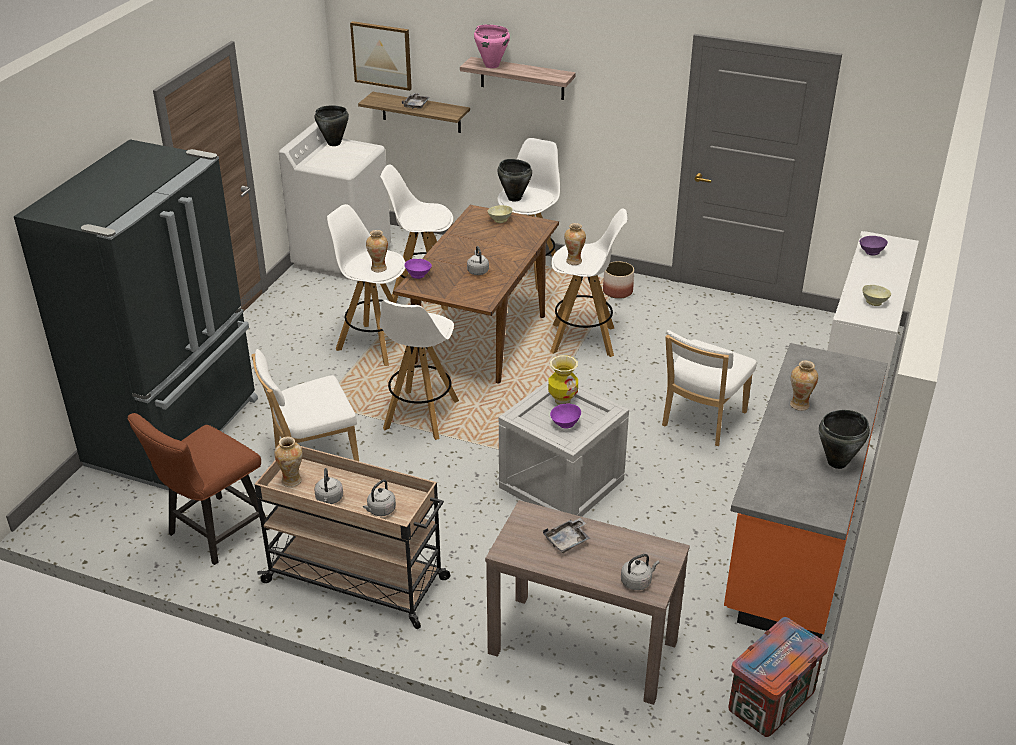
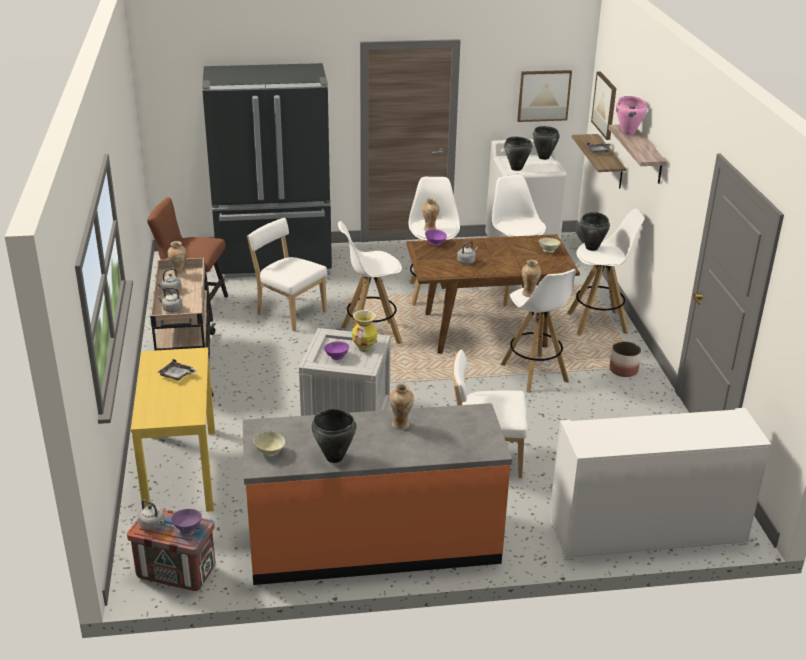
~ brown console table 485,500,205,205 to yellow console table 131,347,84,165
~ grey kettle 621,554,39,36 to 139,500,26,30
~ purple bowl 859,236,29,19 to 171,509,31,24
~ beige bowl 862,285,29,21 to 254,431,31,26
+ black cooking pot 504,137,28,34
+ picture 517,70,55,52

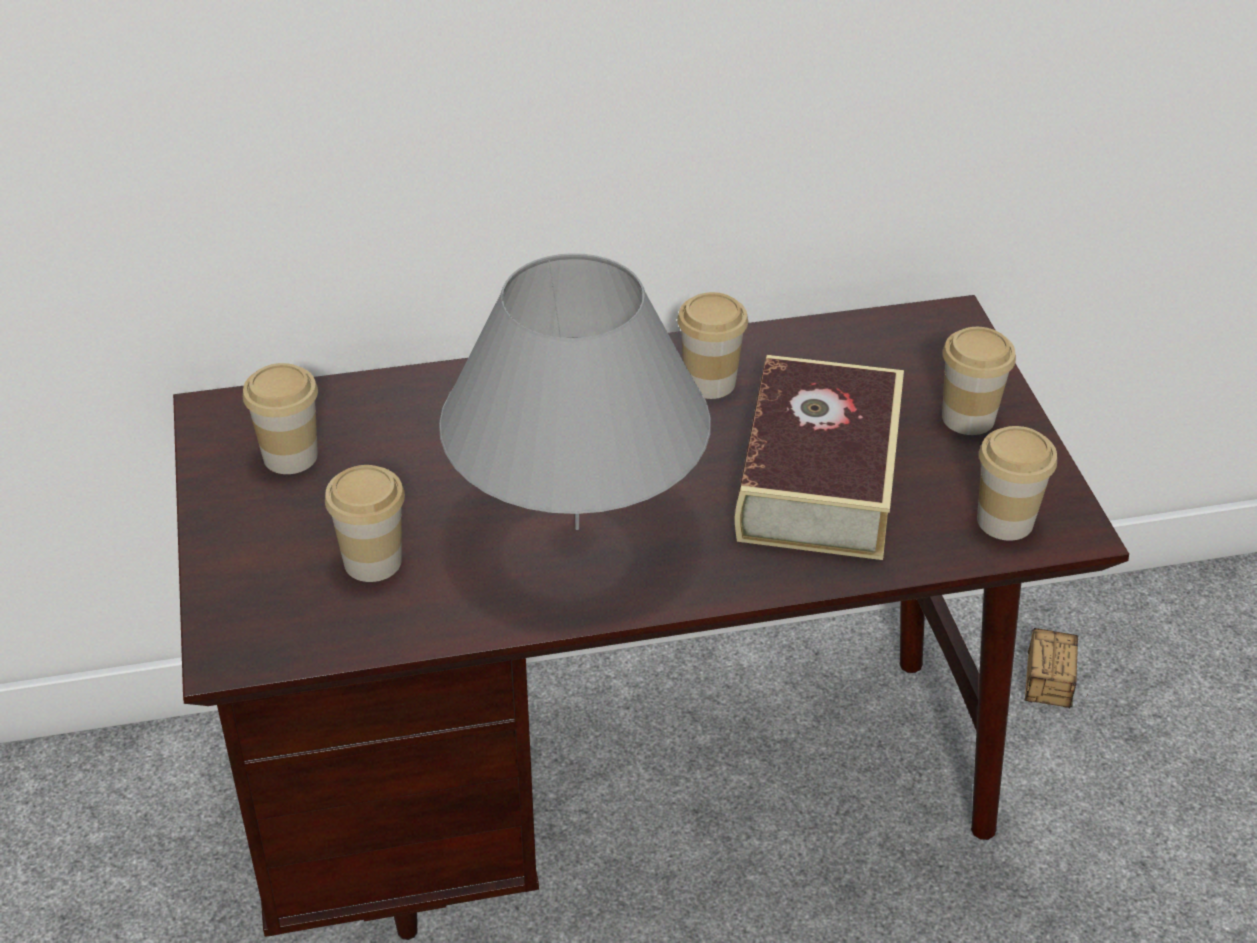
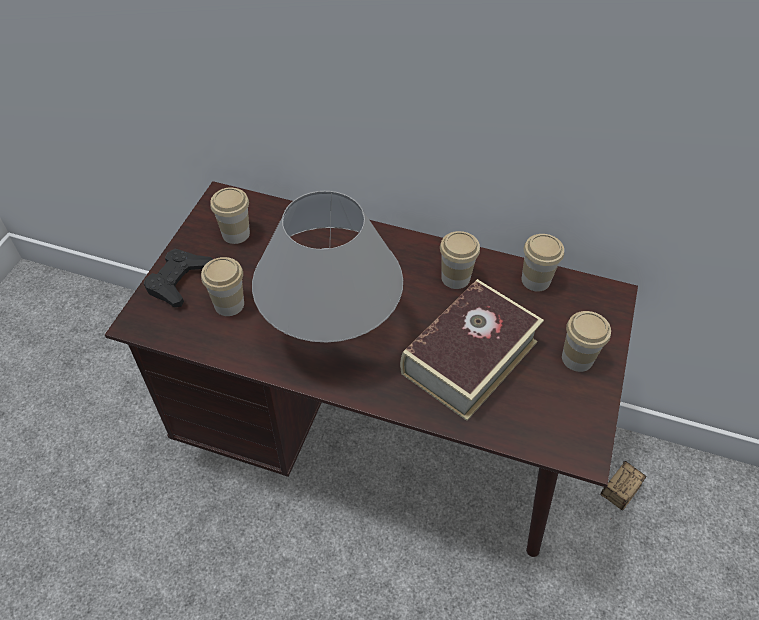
~ cup 977,426,80,115 to 522,234,42,57
+ black game controller 144,249,69,58

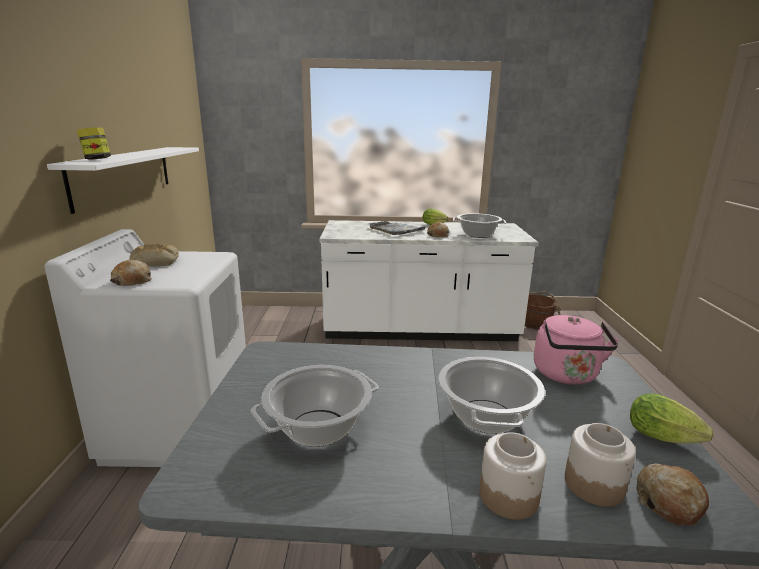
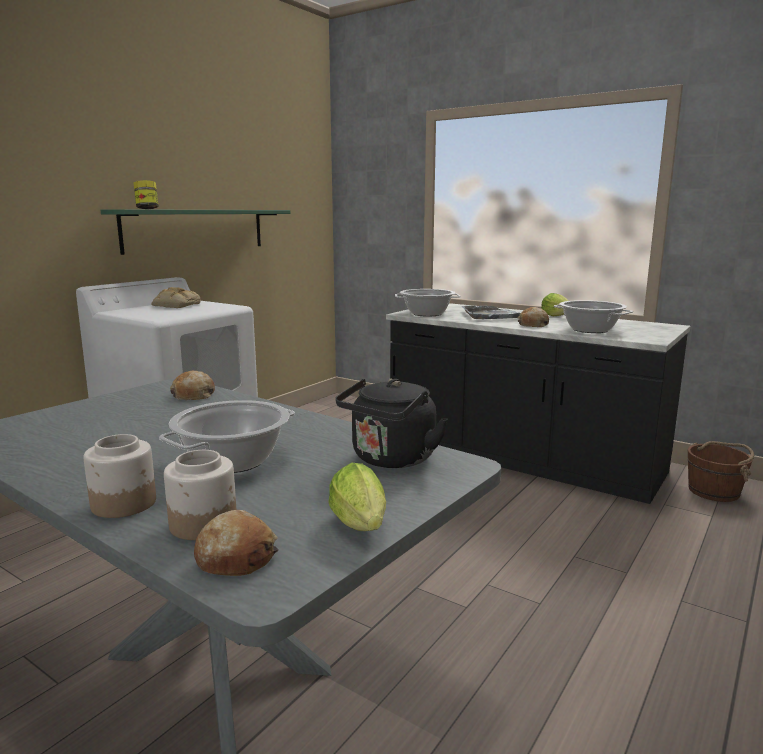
~ white shelf 47,147,152,67 to green shelf 101,209,190,46
~ bread 110,260,42,26 to 170,371,45,29
~ cooking pot 251,365,128,82 to 395,289,66,27
~ white counter 319,220,220,121 to black counter 386,303,304,201
~ pink kettle 534,315,84,70 to black kettle 335,378,113,90

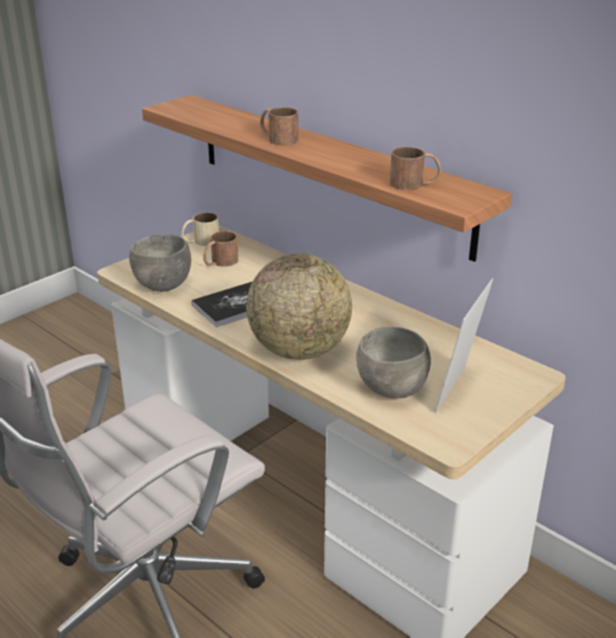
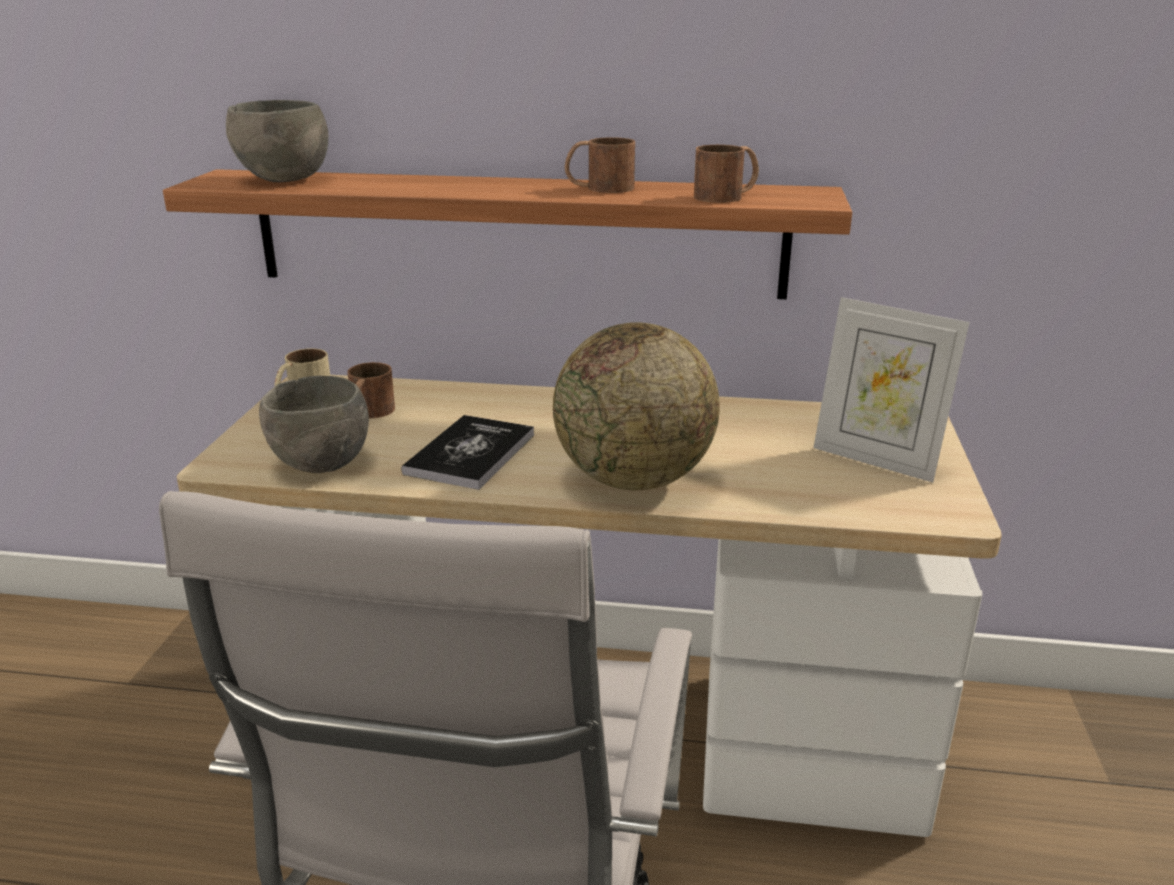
~ brown mug 260,107,38,38 to 565,137,70,56
~ grey bowl 356,327,75,71 to 226,100,102,82
~ picture frame 435,278,58,135 = 813,297,156,186 45 degrees counterclockwise

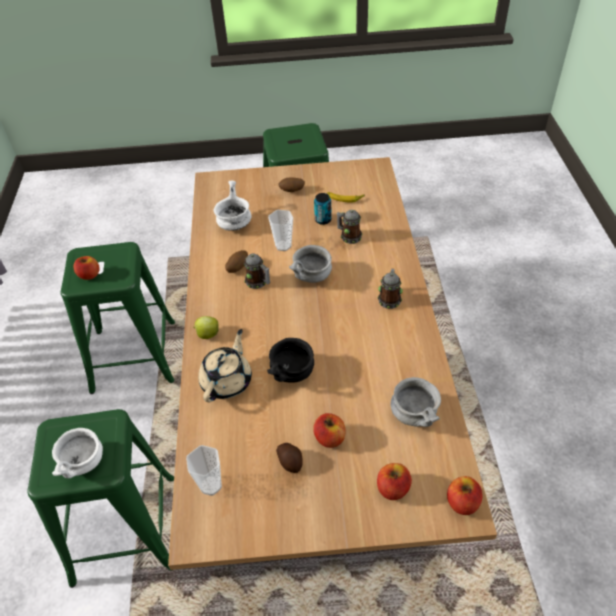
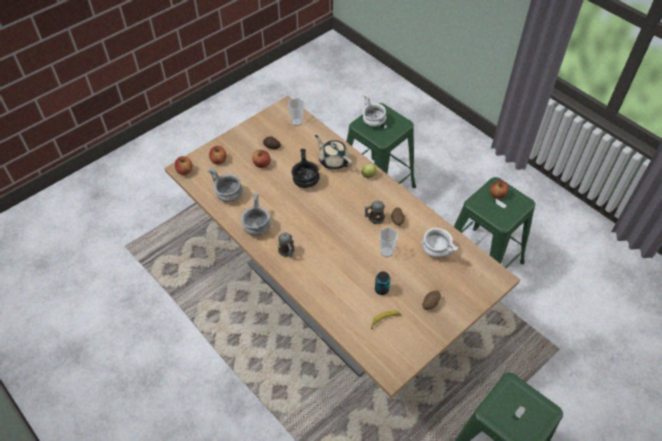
~ beige teapot 198,329,54,73 = 315,135,37,35 150 degrees clockwise
~ grey bowl 289,245,43,38 to 241,193,30,43
- mug 337,210,25,34

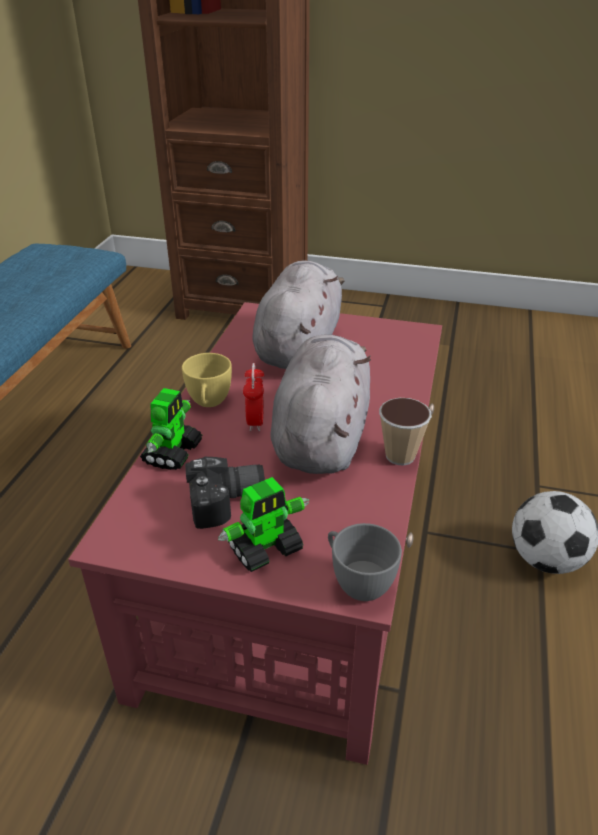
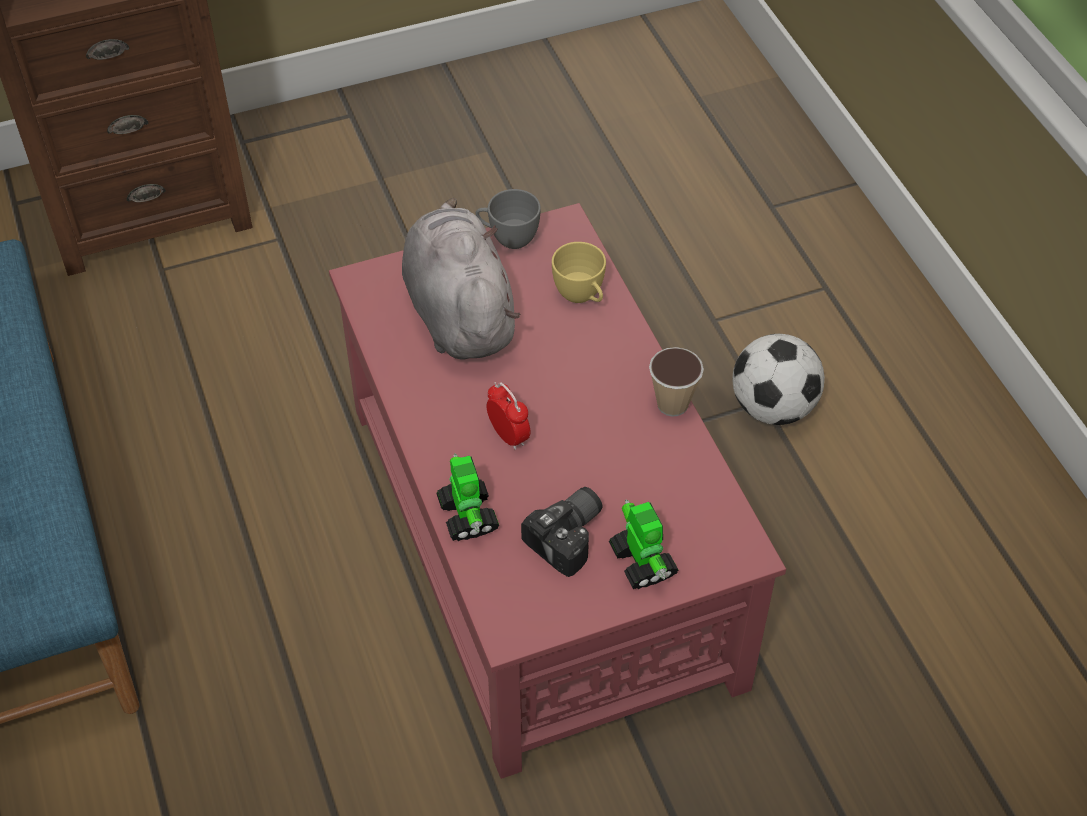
~ yellow cup 182,353,50,54 to 552,242,54,61
~ toy robot 218,477,91,95 = 609,499,70,90 45 degrees counterclockwise
- grey plush toy 270,334,101,140
~ grey cup 328,523,74,78 to 475,189,66,60

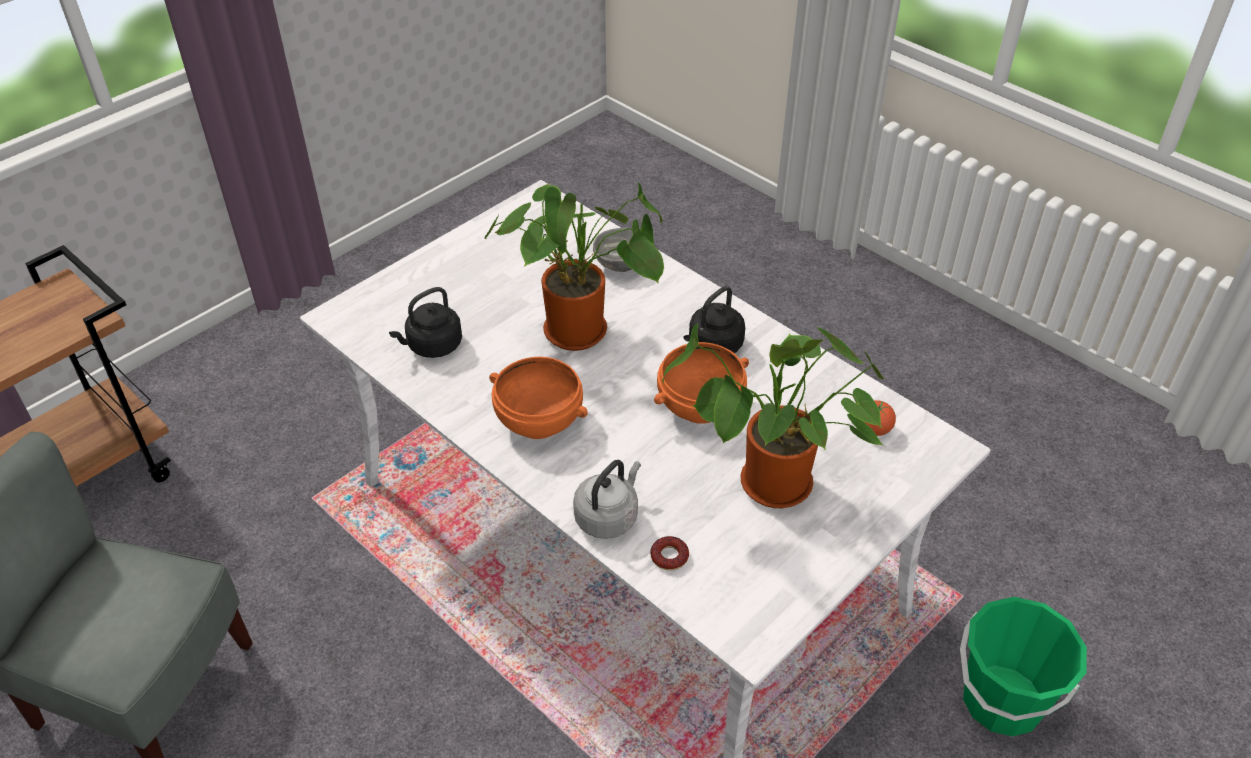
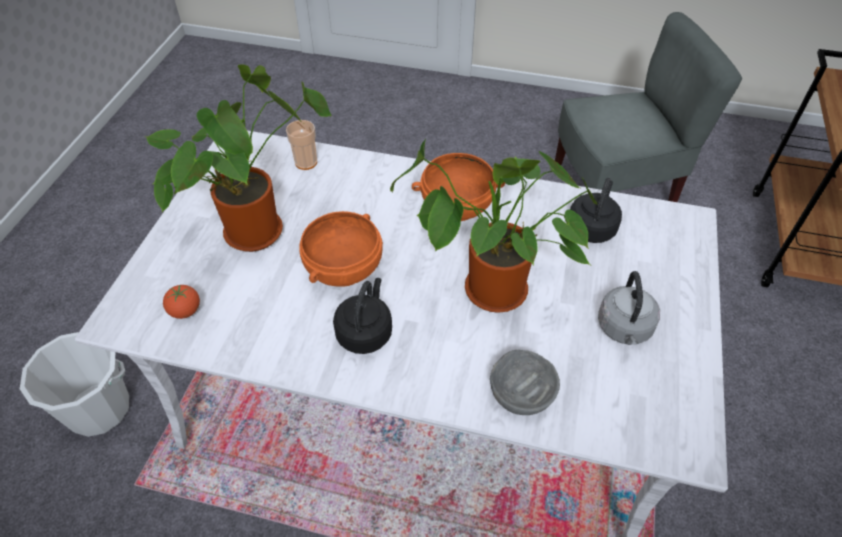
~ grey kettle 573,460,68,79 to 598,271,62,74
~ donut 650,536,39,35 to cup 286,120,31,50
~ green bucket 960,597,127,139 to white bucket 20,332,109,105

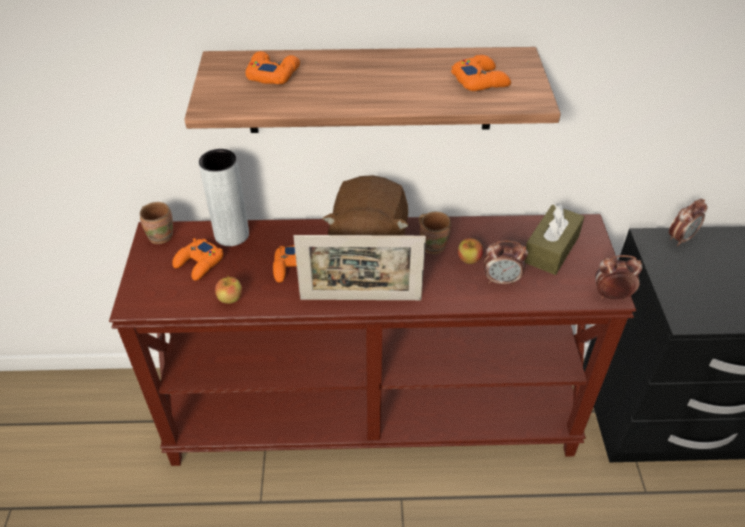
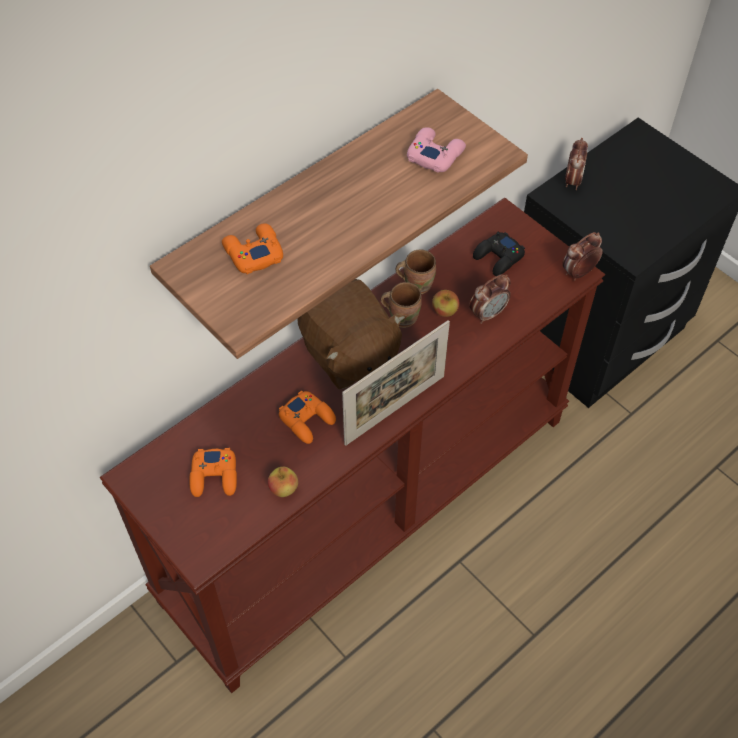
~ brown mug 140,202,33,42 to 396,249,40,45
- grey vase 199,149,50,97
~ orange game controller 451,55,60,36 to pink game controller 407,127,59,46
~ brown tissue box 524,203,60,72 to black game controller 473,232,52,44

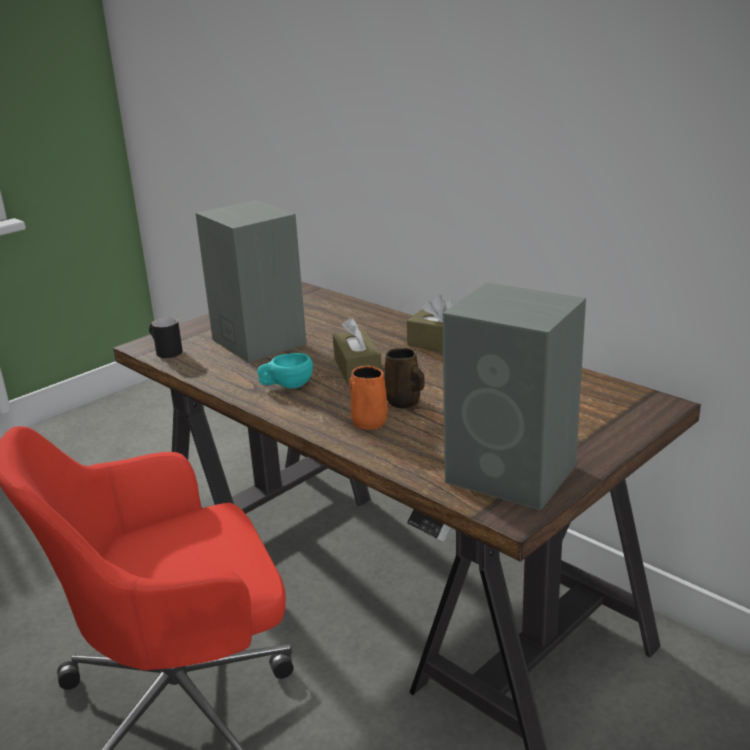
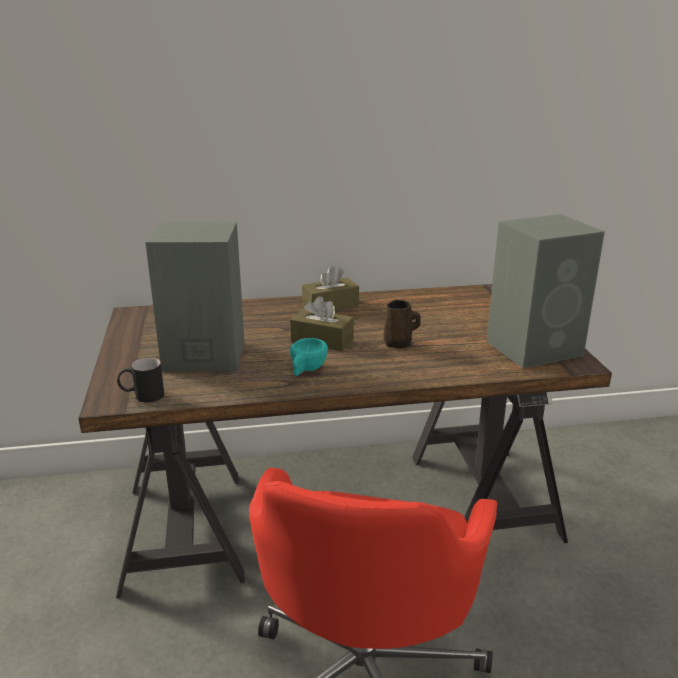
- orange mug 349,365,39,65

